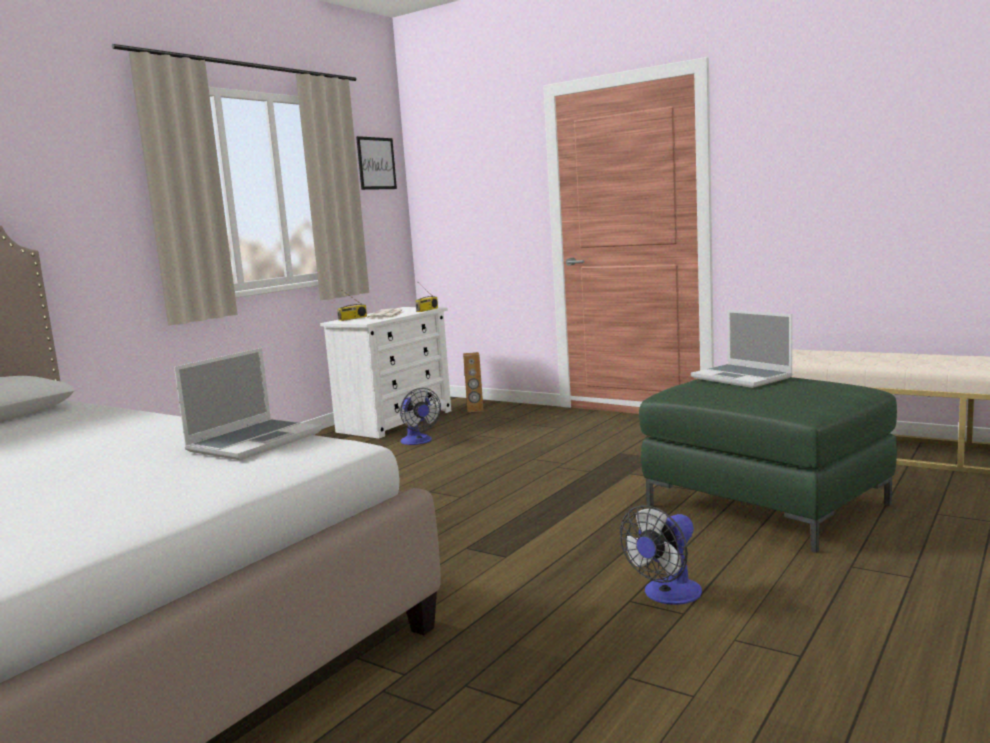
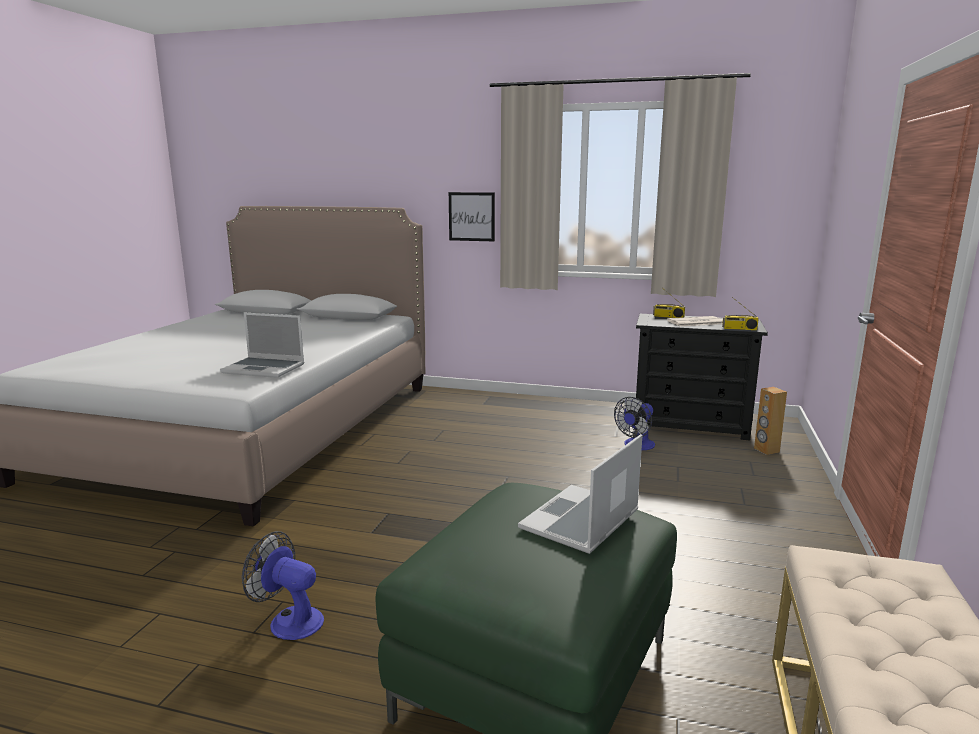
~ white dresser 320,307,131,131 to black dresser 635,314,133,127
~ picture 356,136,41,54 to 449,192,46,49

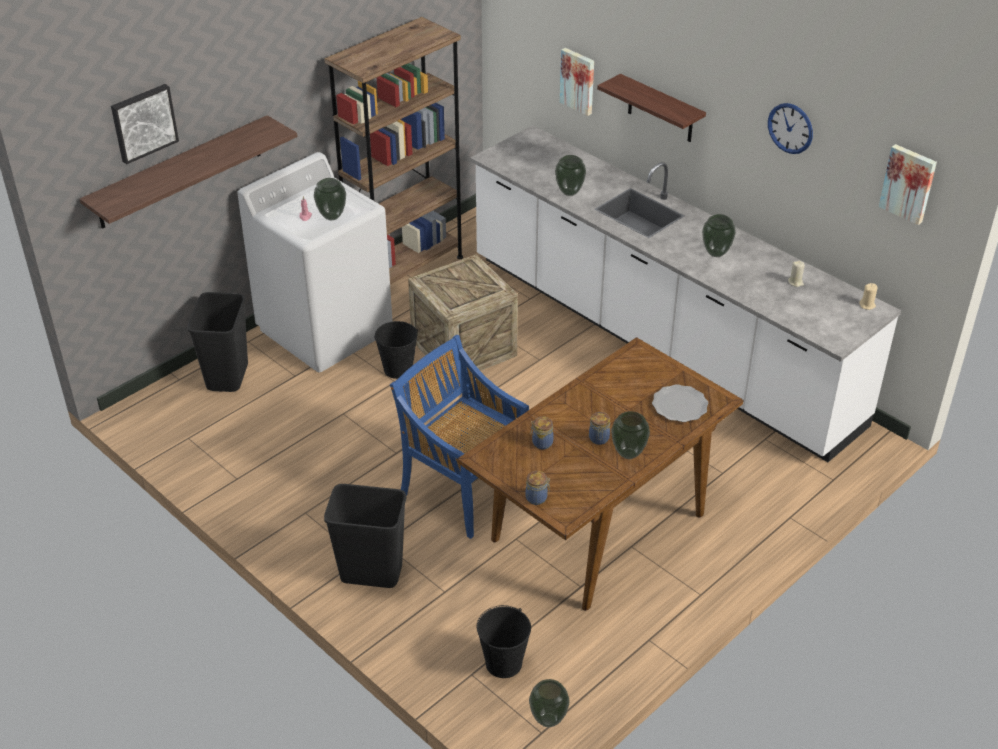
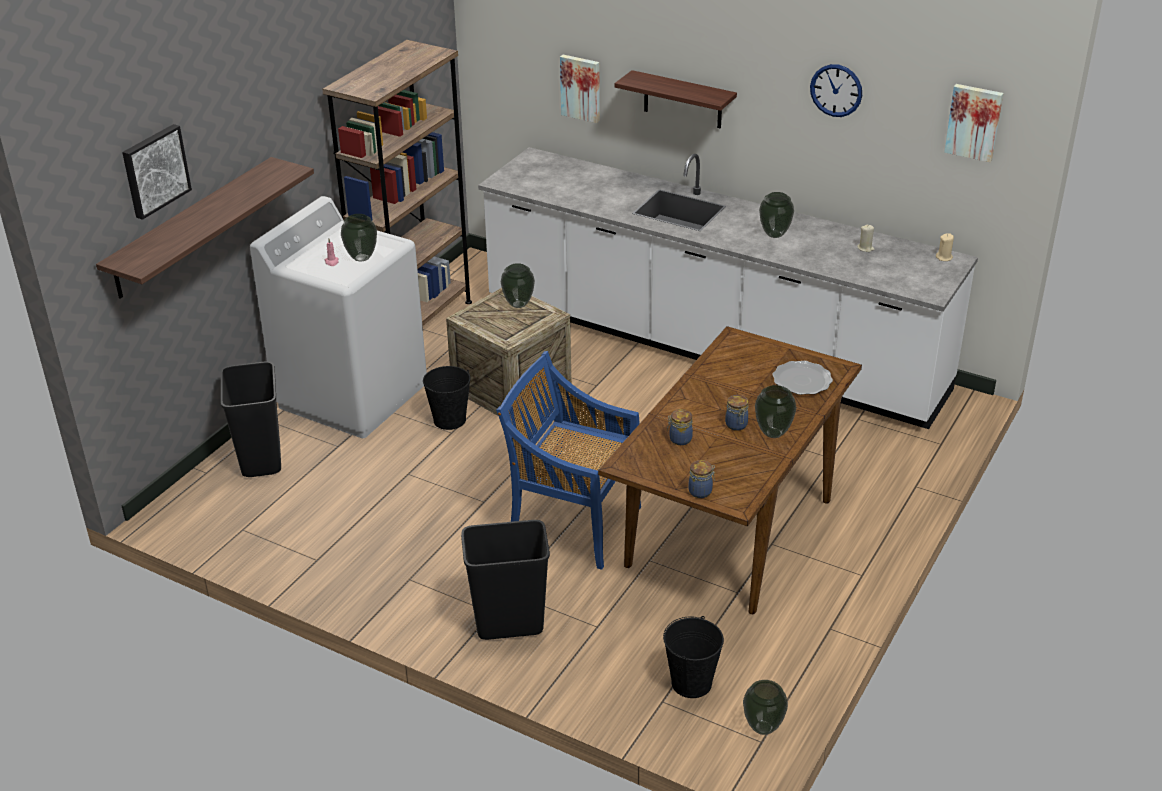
~ vase 555,155,31,41 to 501,263,34,45

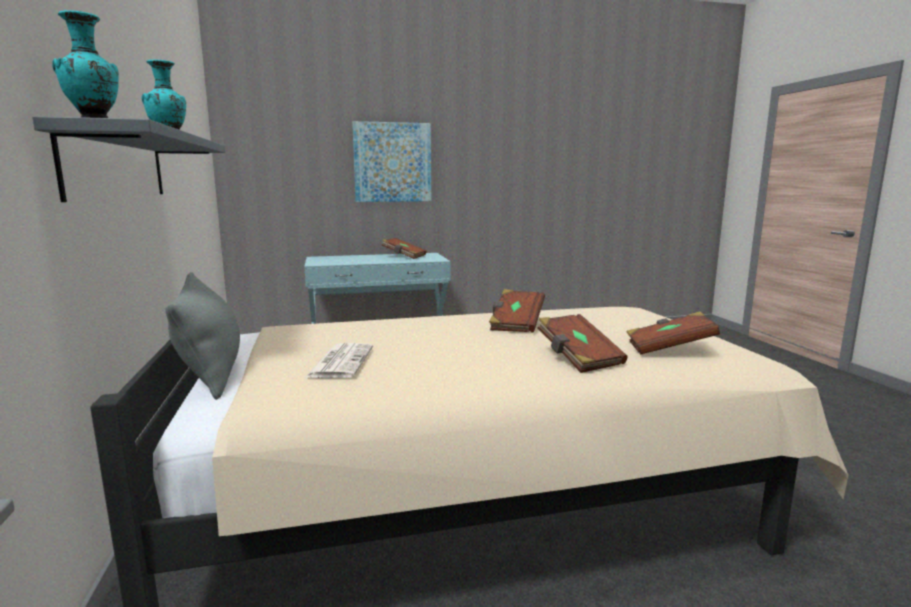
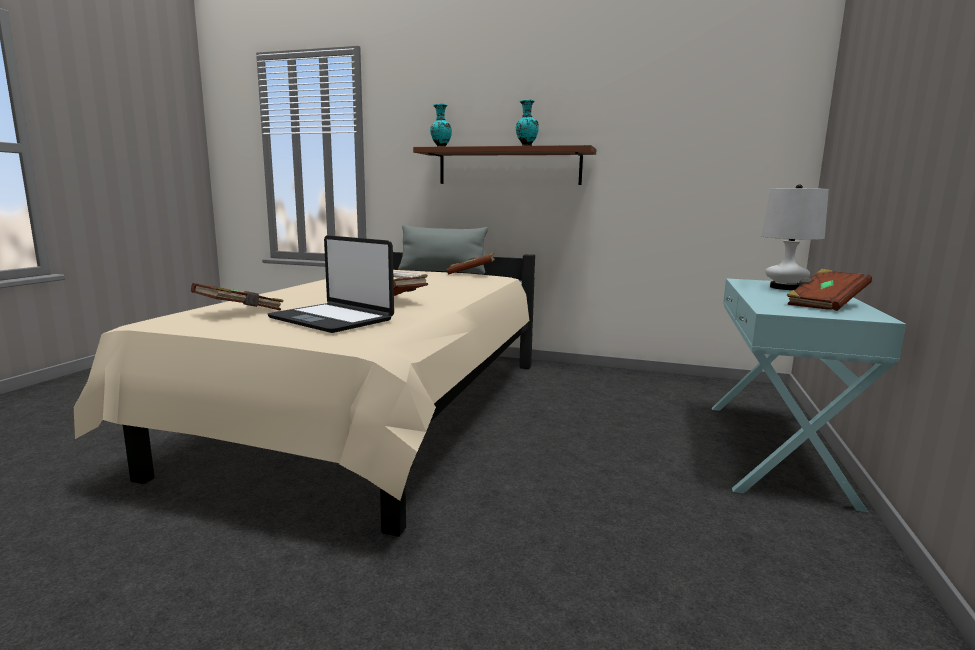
~ grey shelf 32,116,193,86 to brown shelf 413,145,184,40
- picture 352,121,79,81
~ brown book 537,314,91,59 to 447,253,48,22
+ laptop 268,235,126,98
+ white table lamp 761,184,68,106

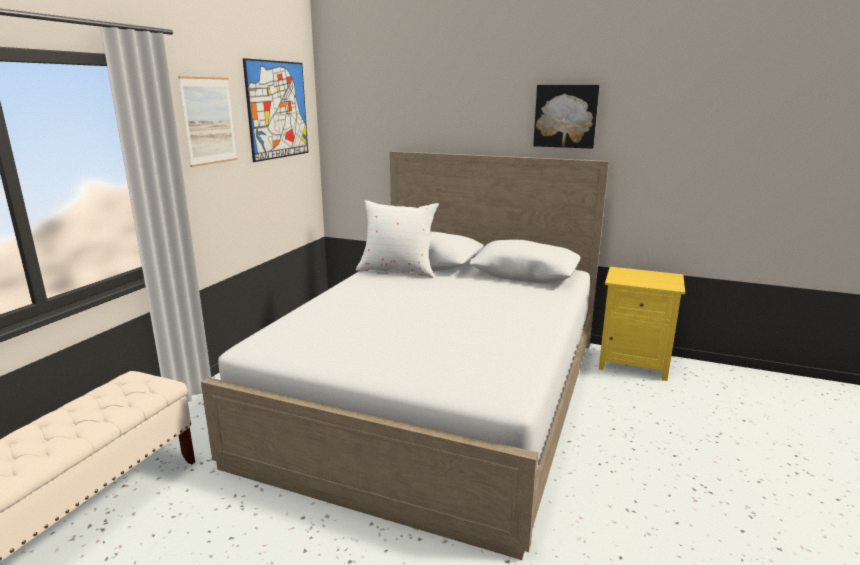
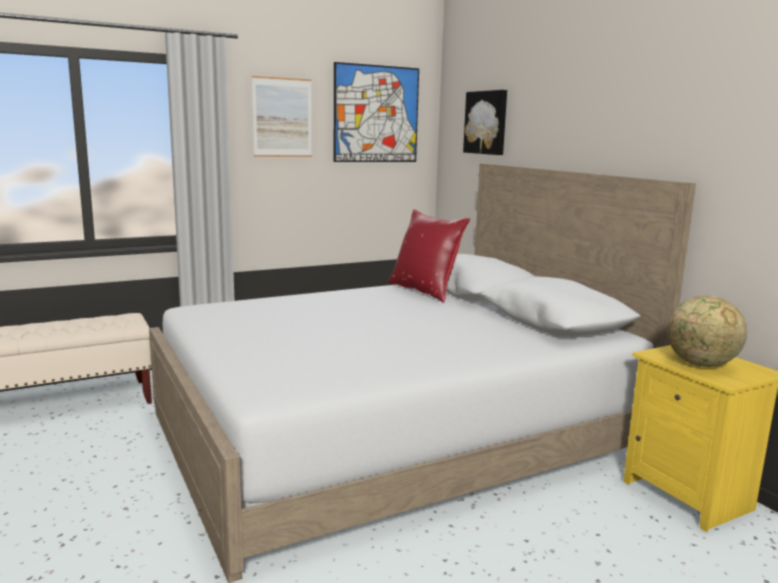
~ white pillow 356,200,83,78 to red pillow 388,209,82,94
~ picture 533,85,67,64 to 463,90,44,65
+ globe 667,296,80,71

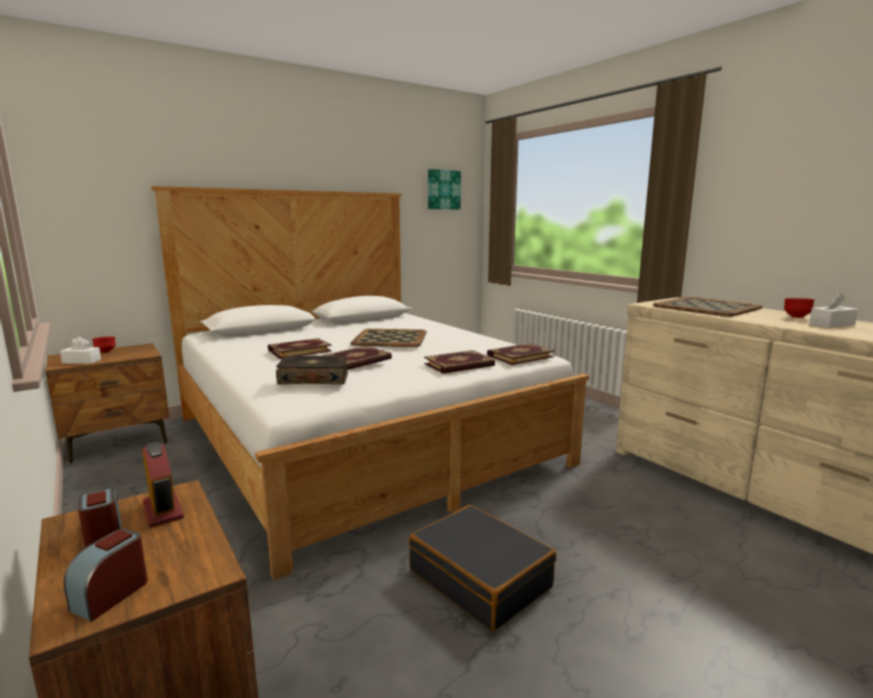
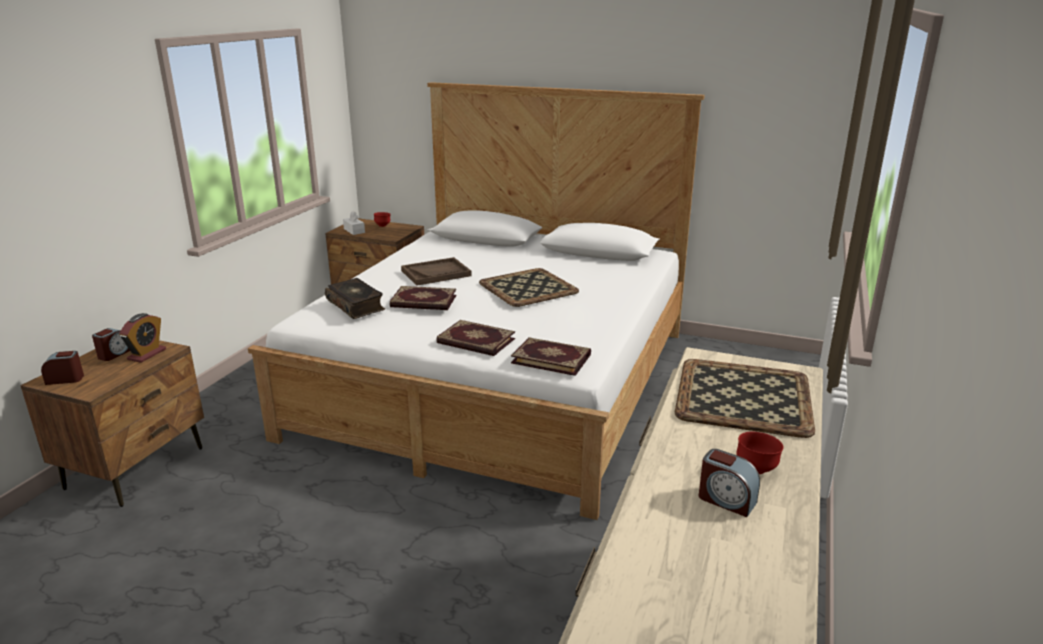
~ book 268,338,64,21 to brown tray 401,257,71,29
- black suitcase 409,505,147,126
- picture 428,169,33,40
~ white tissue box 809,293,49,35 to alarm clock 699,449,61,68

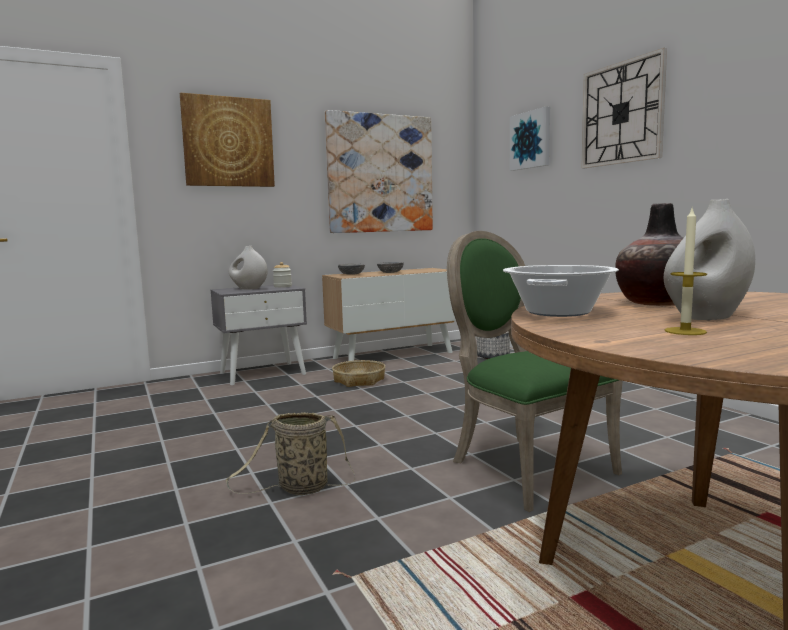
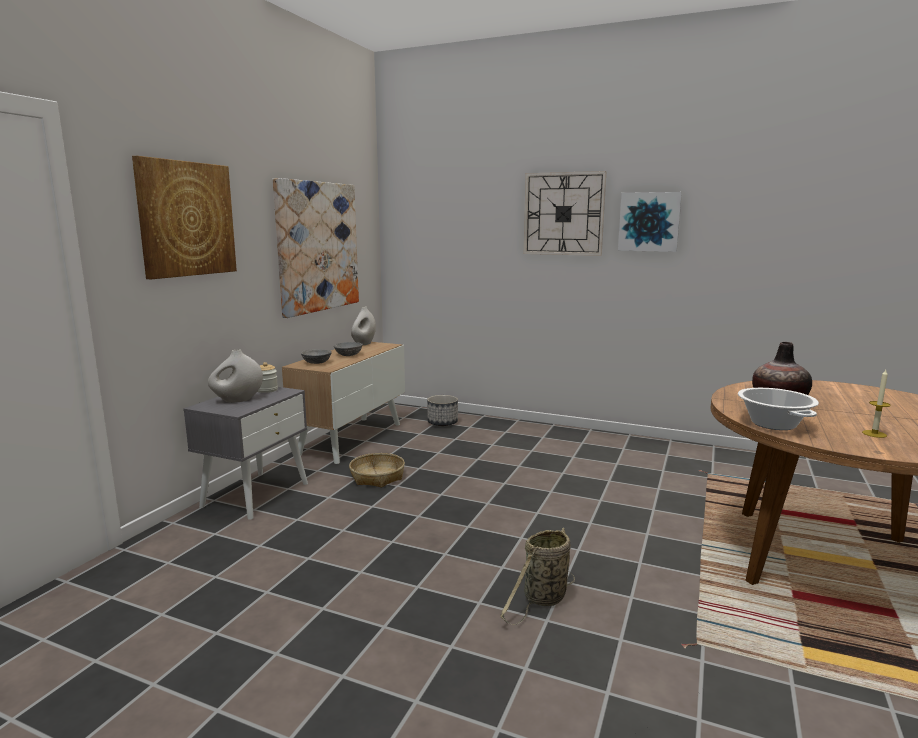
- green chair 447,231,176,281
~ picture 510,106,40,65 to 618,192,64,60
~ white vase 664,199,91,121 to 351,306,25,39

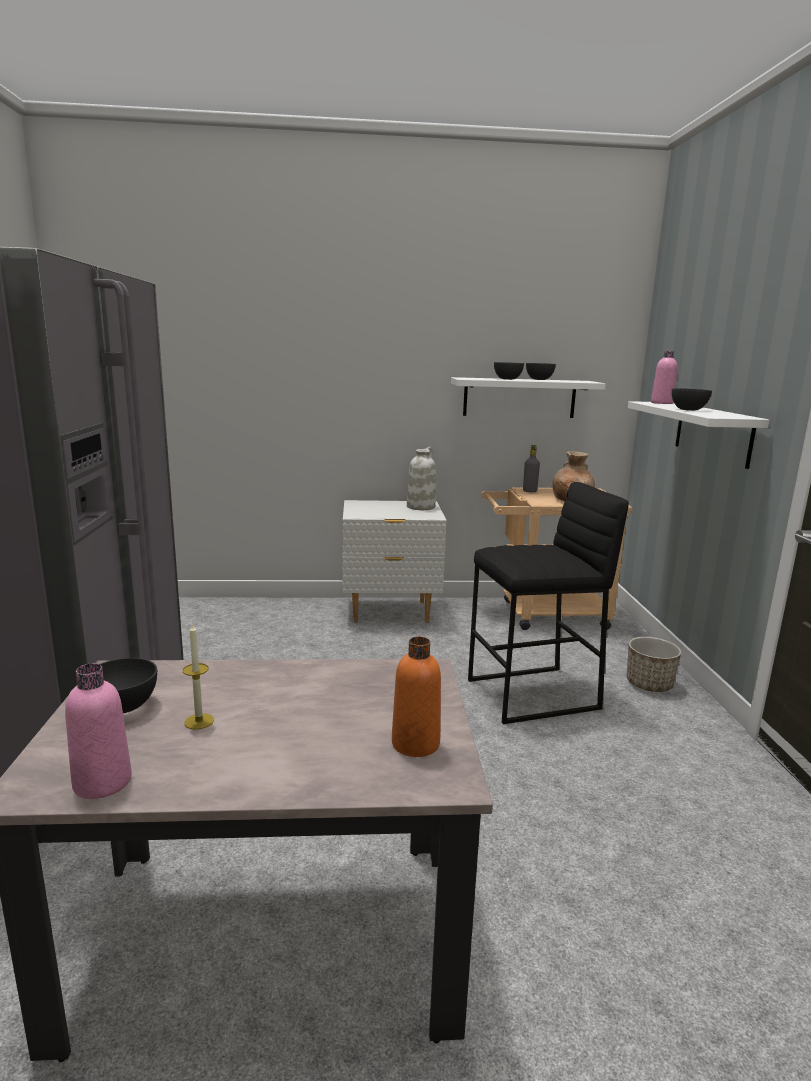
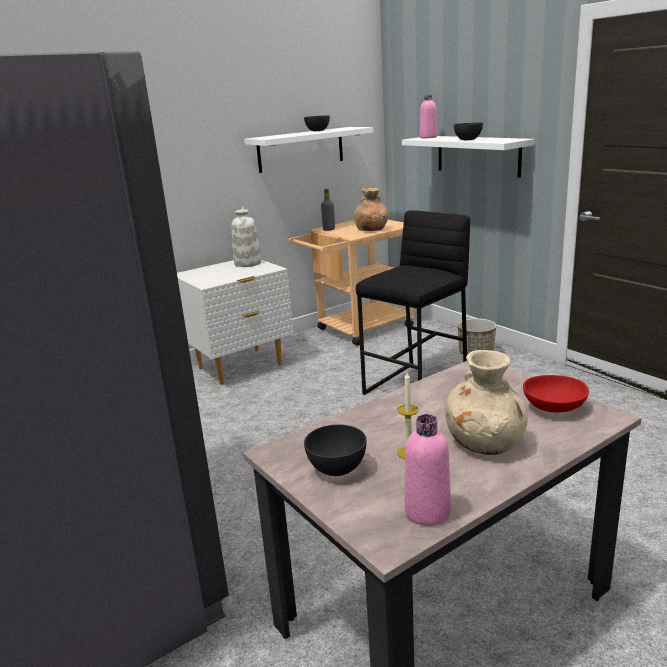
~ orange bottle 392,637,49,120 to red bowl 523,375,66,37
- grey bowl 494,362,30,18
+ beige vase 445,350,83,105

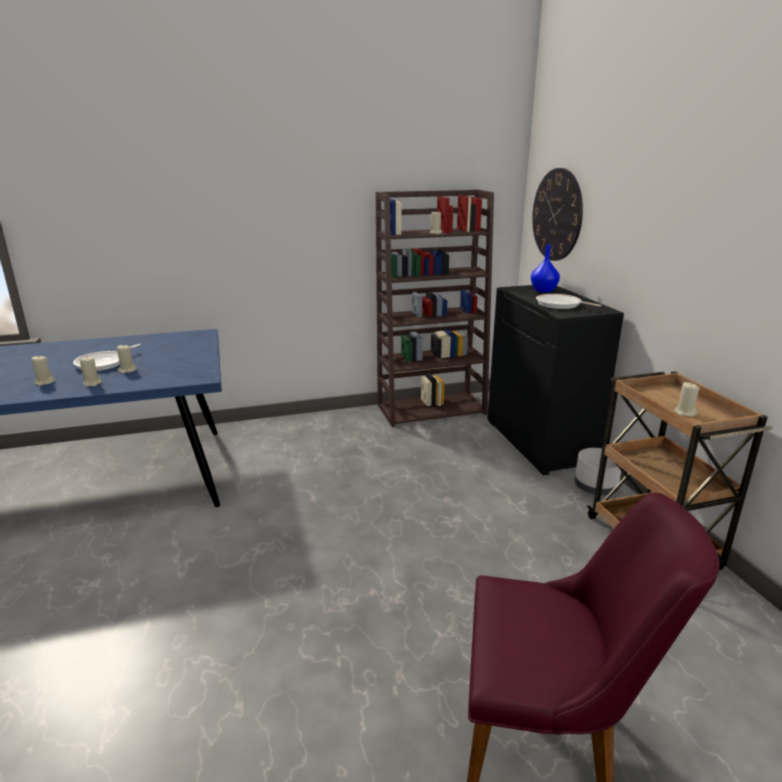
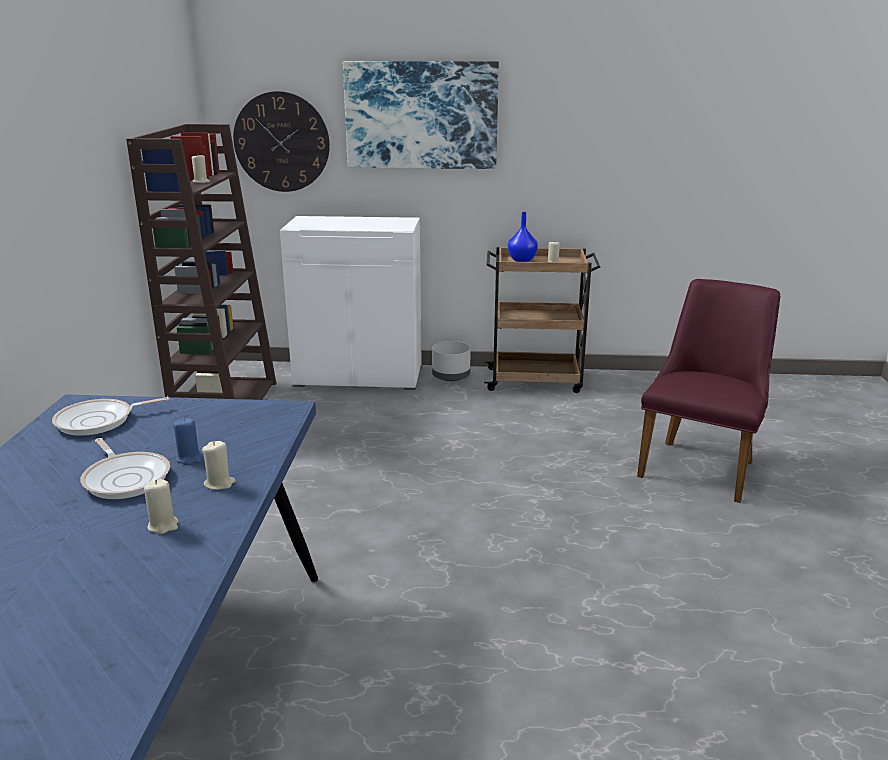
~ beige candle 117,344,20,30 to blue candle 174,418,29,47
~ black cabinet 487,285,137,190 to white cabinet 280,216,142,174
~ blue vase 531,245,29,48 to 508,212,30,50
~ frying pan 536,294,66,15 to 52,397,117,39
+ picture 343,61,156,108

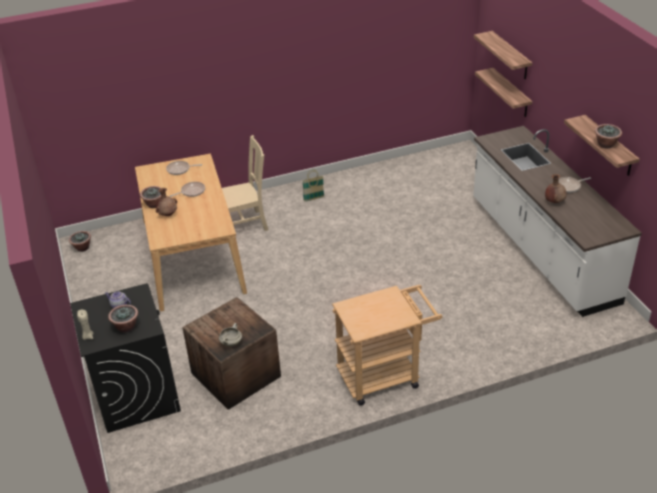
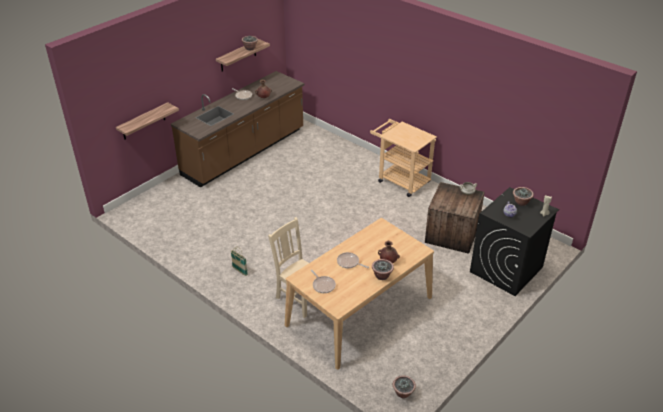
~ white counter 473,126,169,191 to brown counter 171,71,133,116
- shelf 474,31,58,48

